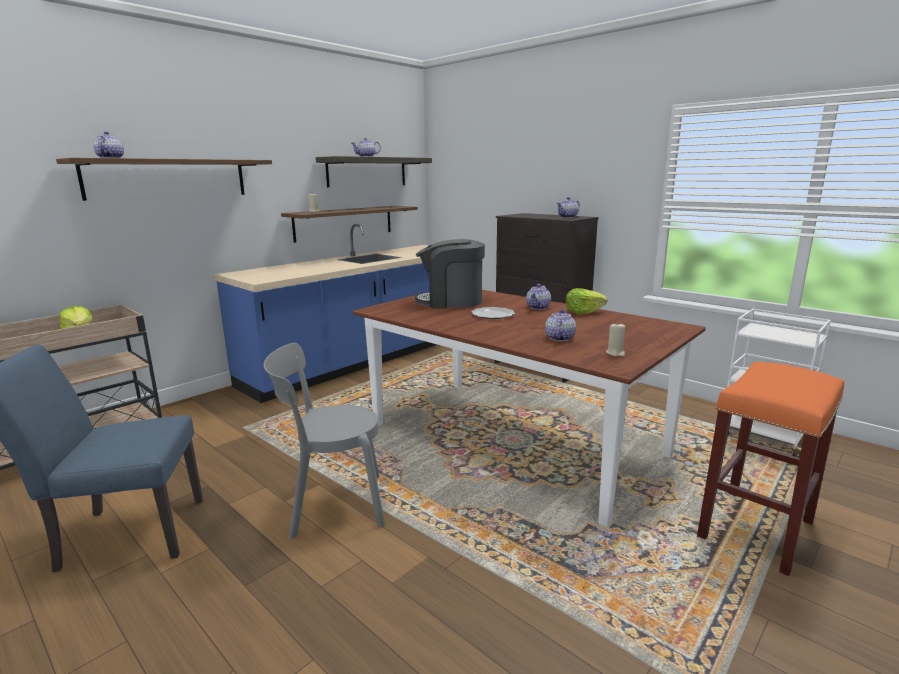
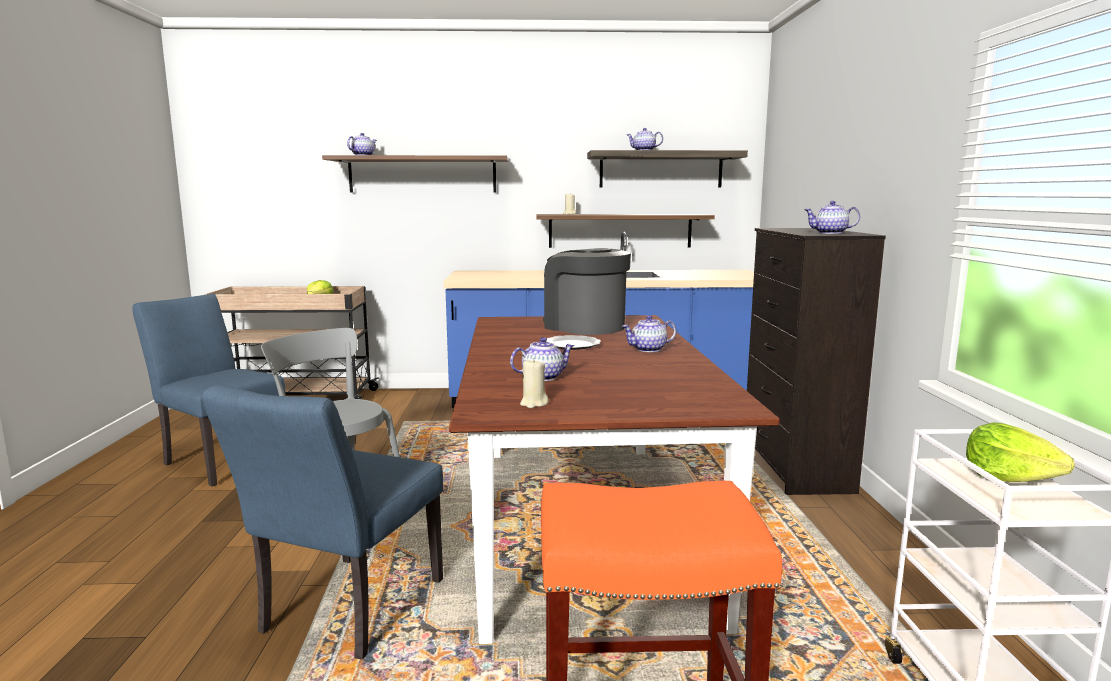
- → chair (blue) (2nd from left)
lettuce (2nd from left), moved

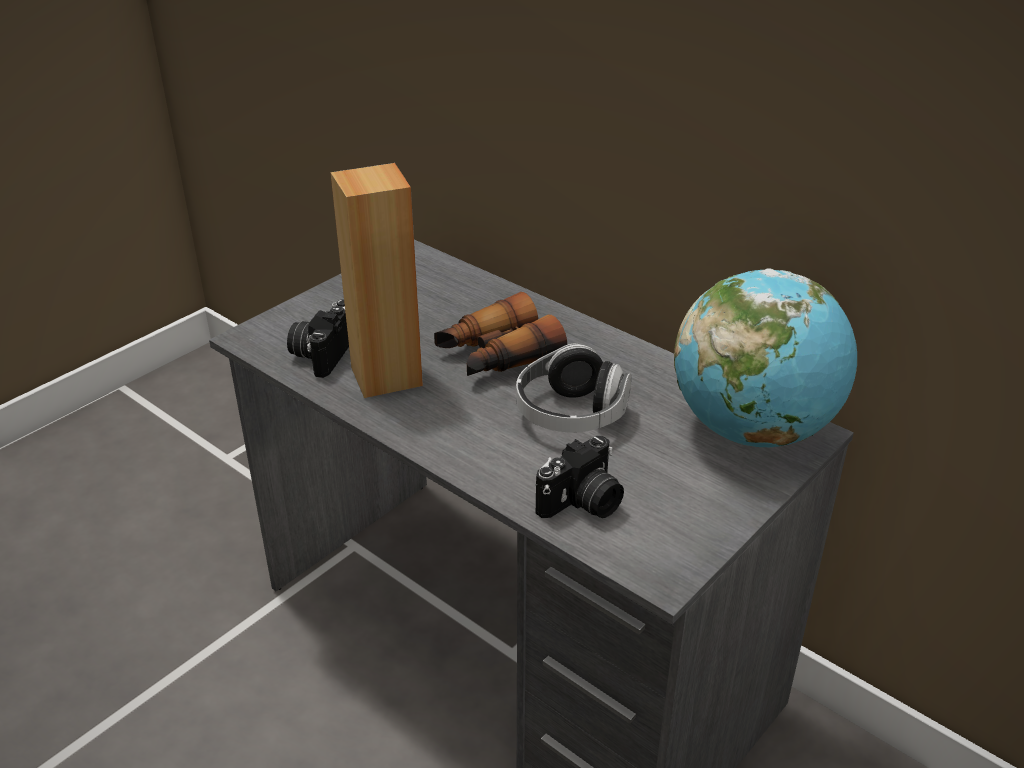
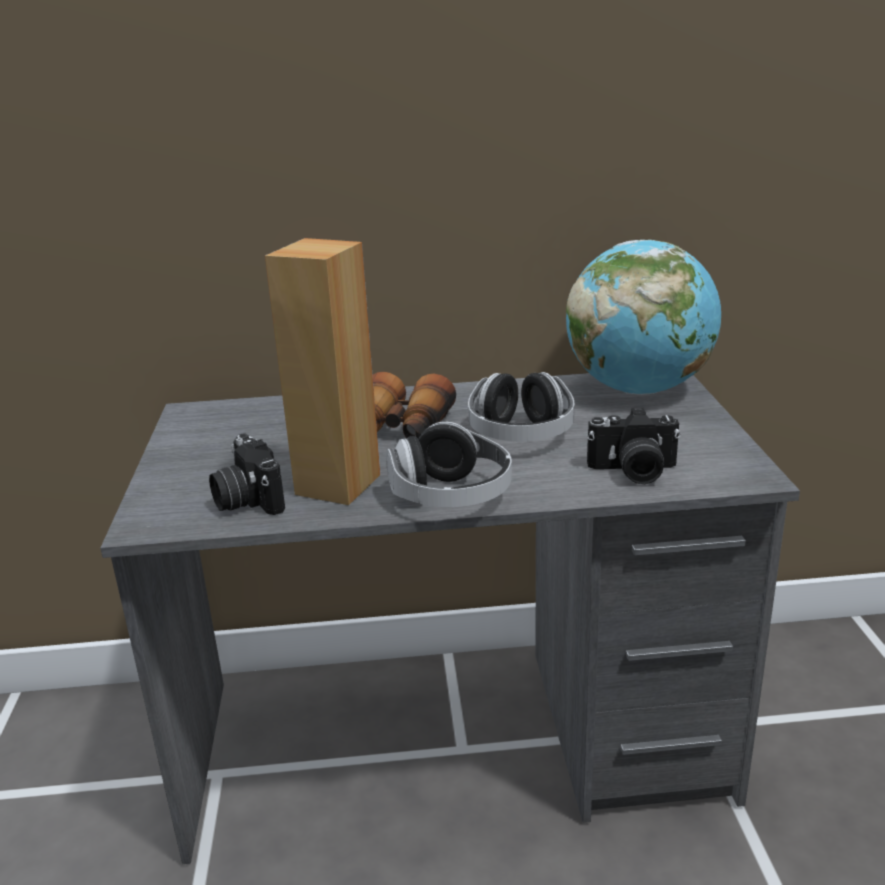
- → headphones (1st from left)
photo camera (2nd from left), 90 degrees clockwise

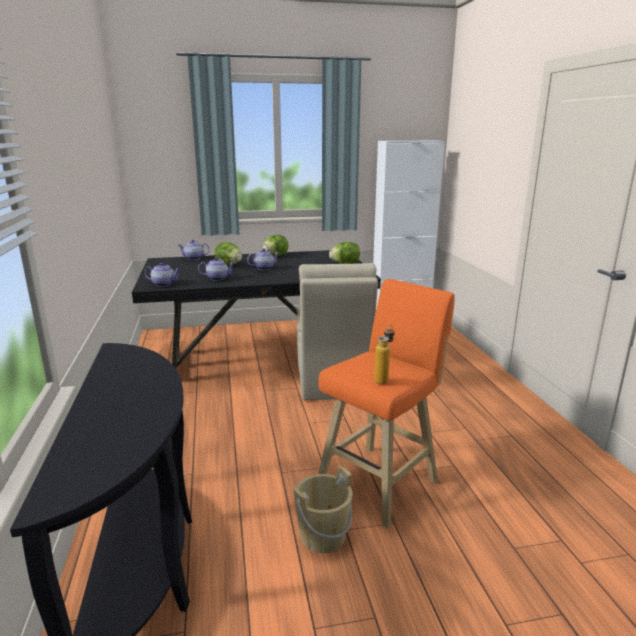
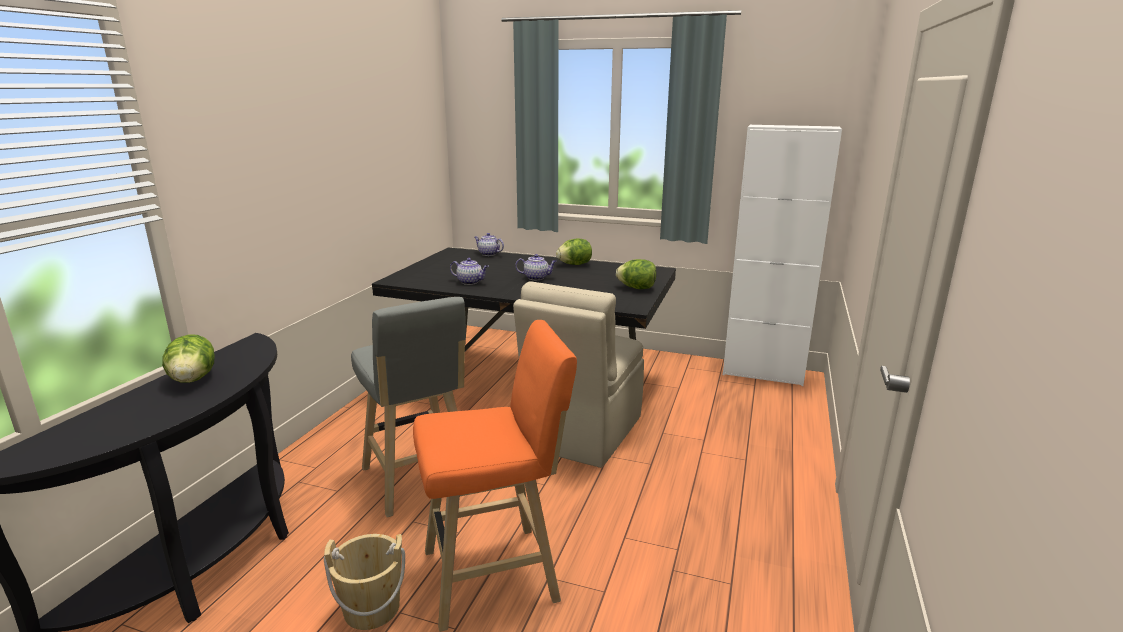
teapot (1st from left) → -
bottle → -
- → stool (grey)
lettuce (1st from left), moved

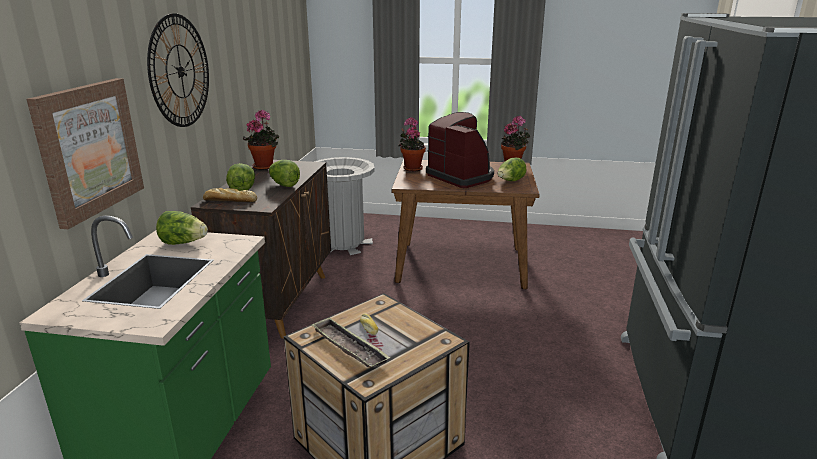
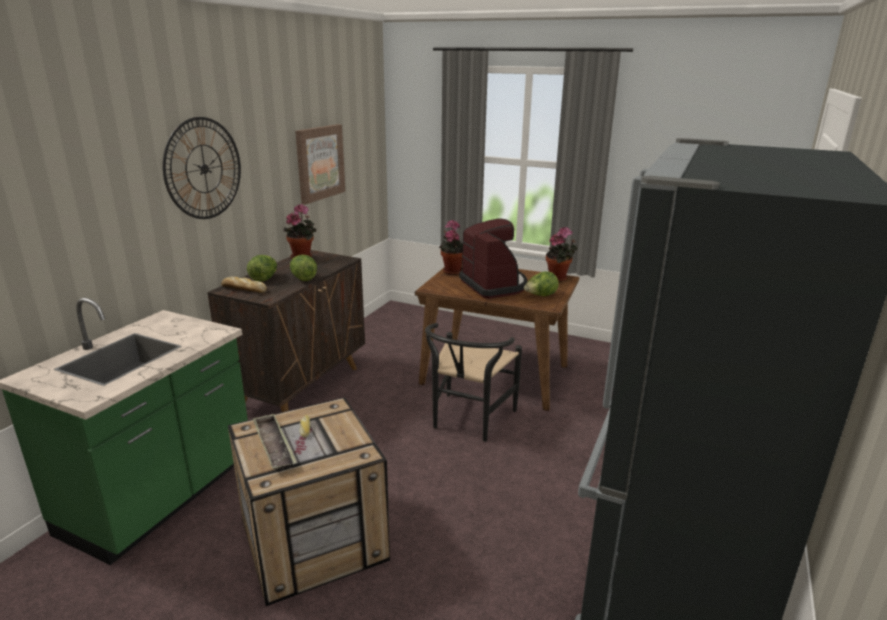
lettuce (1st from left) → -
trash can (grey) → -
- → chair (black)
picture, moved

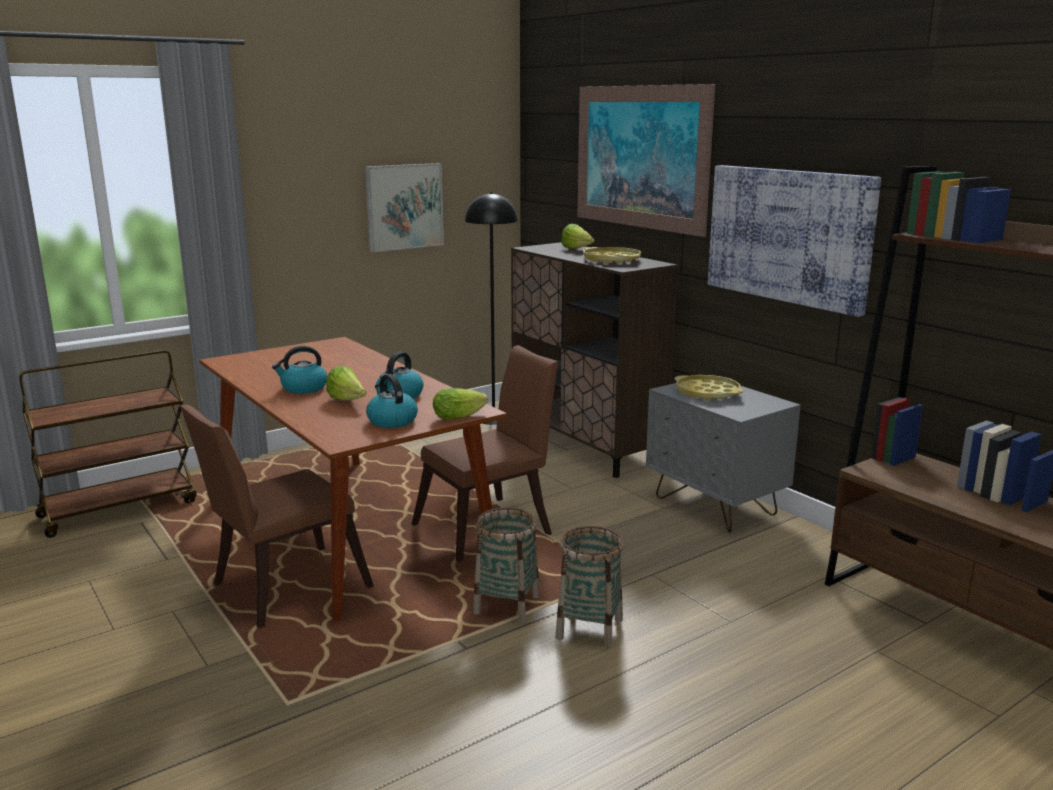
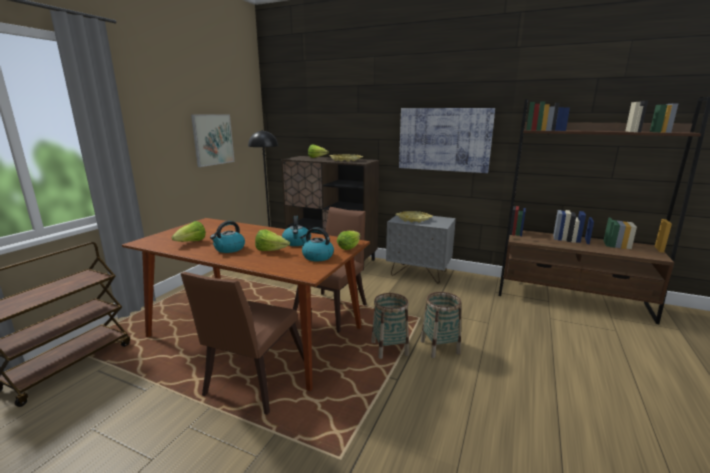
picture (2nd from left) → -
- → lettuce (1st from left)

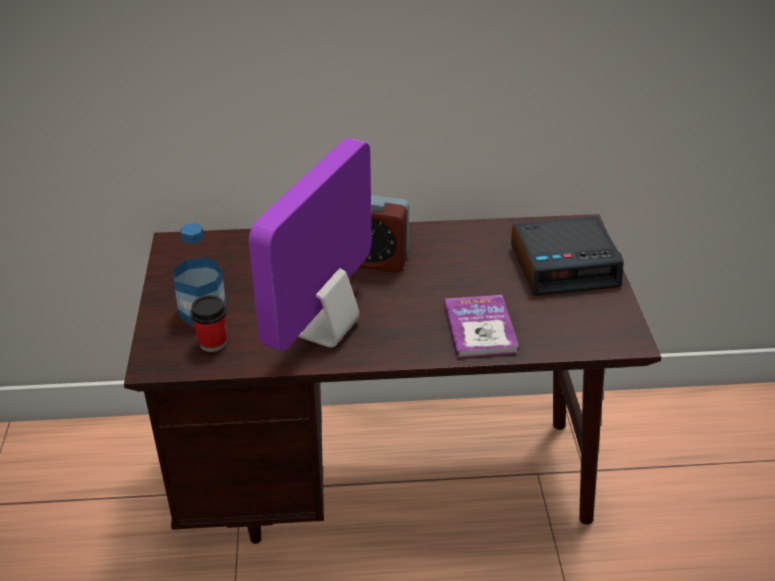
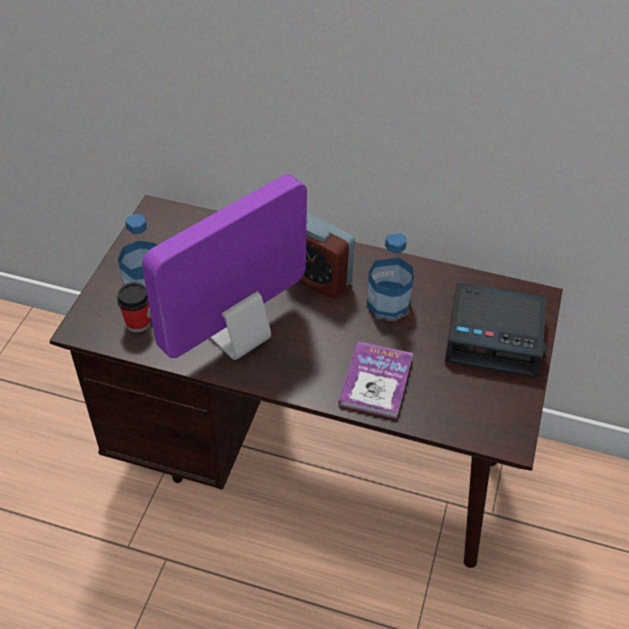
- → bottle (2nd from left)

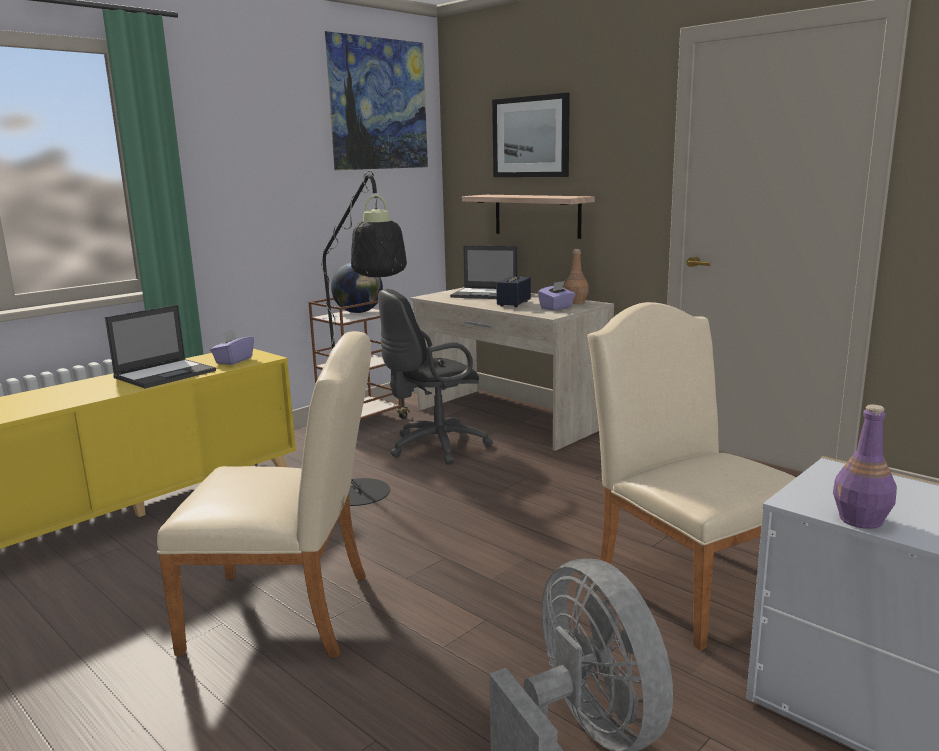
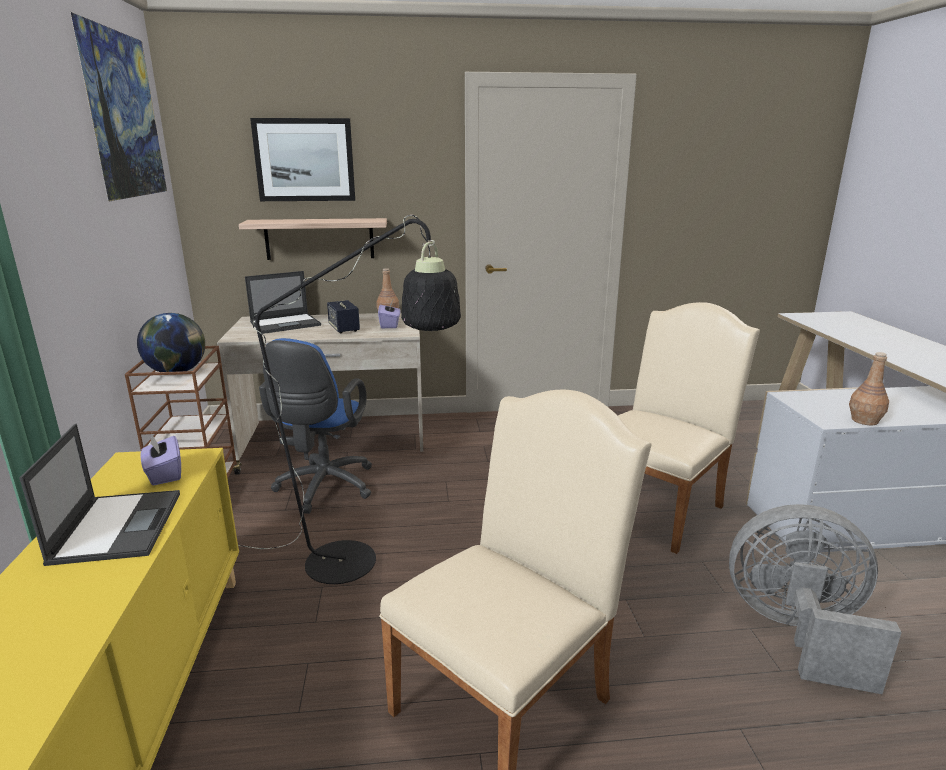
office chair (black) → office chair (blue)
bottle (purple) → bottle (brown) (2nd from left)
chair (beige) (2nd from left), 120 degrees clockwise

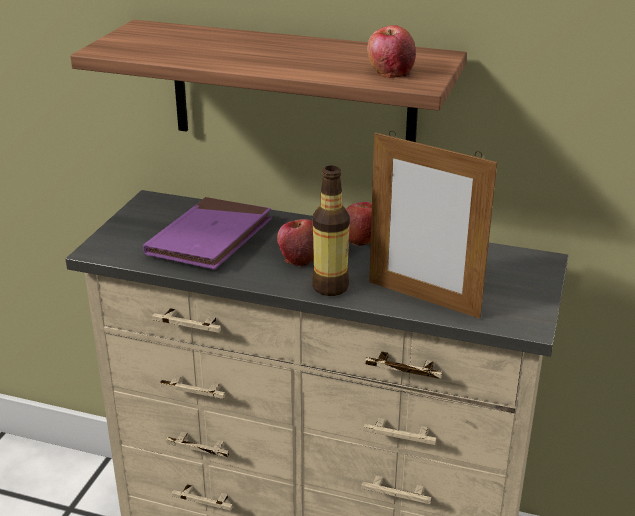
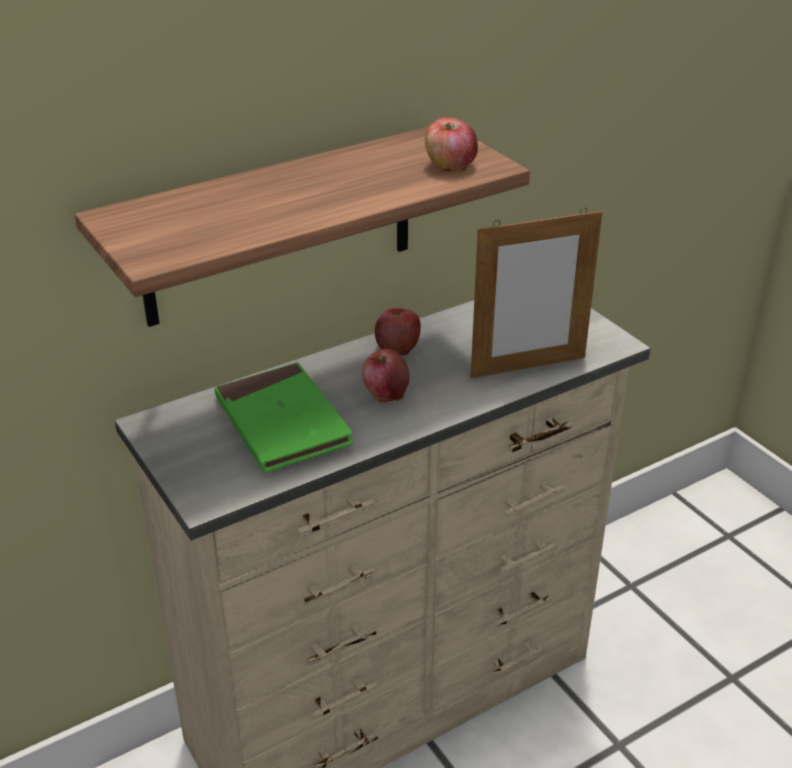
bottle → -
book (purple) → book (green)

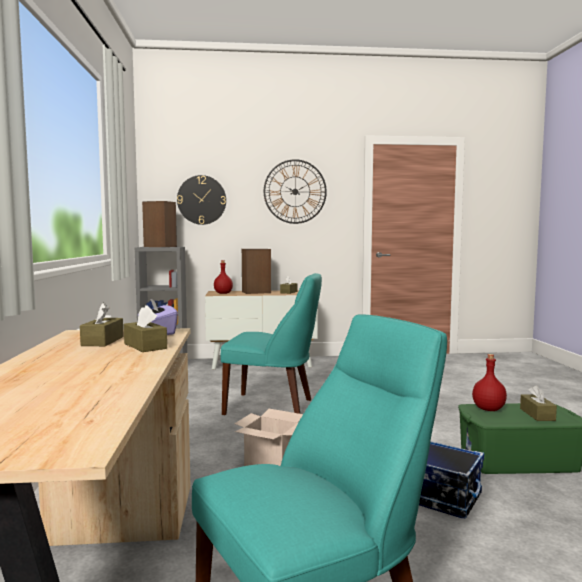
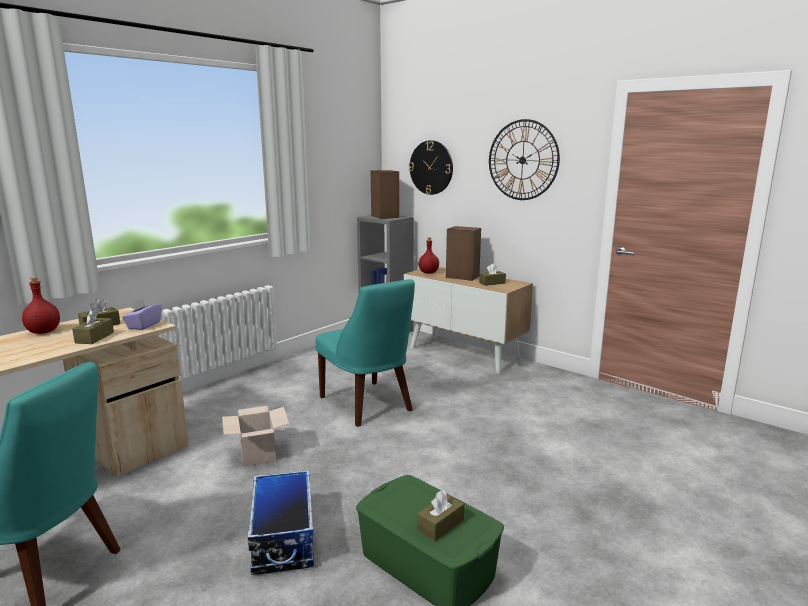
bottle (red) (2nd from left in the first image) → bottle (red) (1st from left), moved

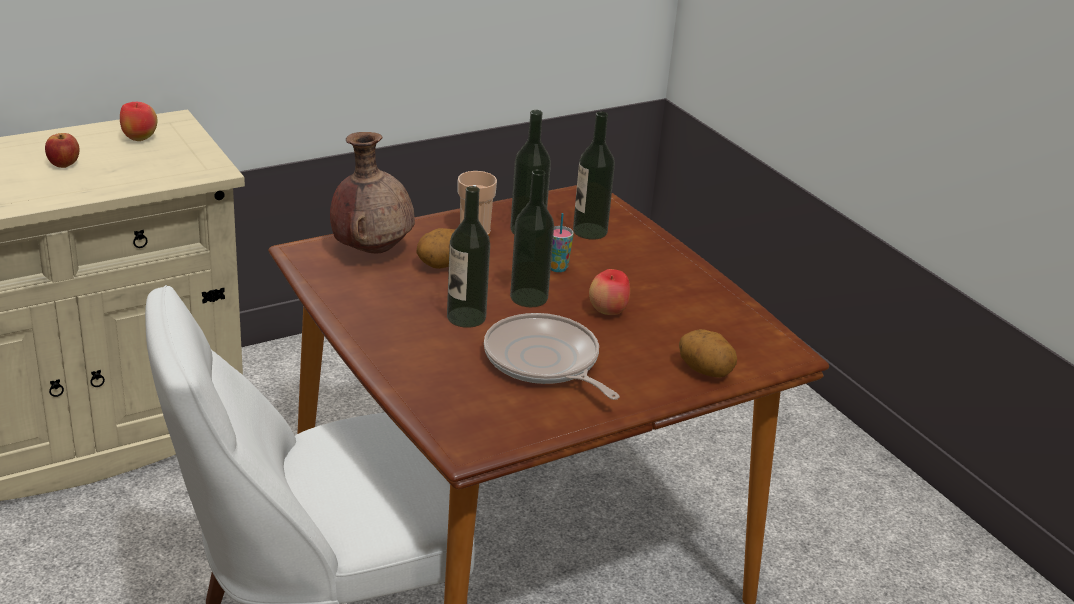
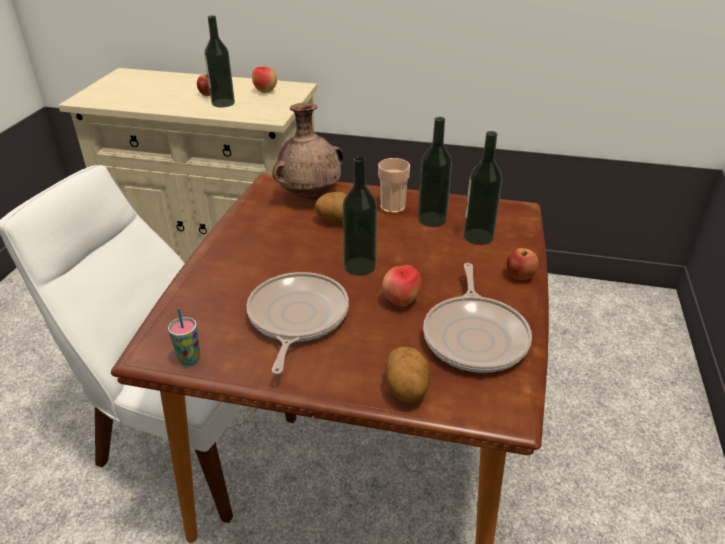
- → frying pan (2nd from left)
- → apple (4th from left)
bottle (1st from left), moved
cup (2nd from left in the first image) → cup (1st from left), moved

